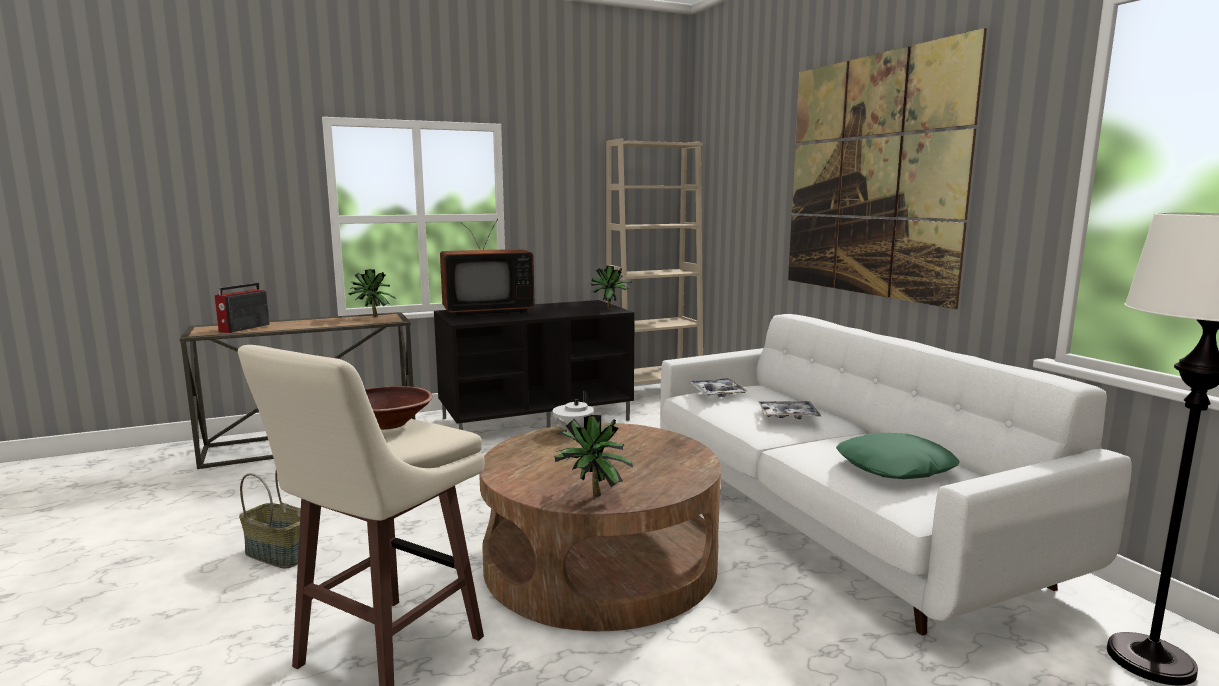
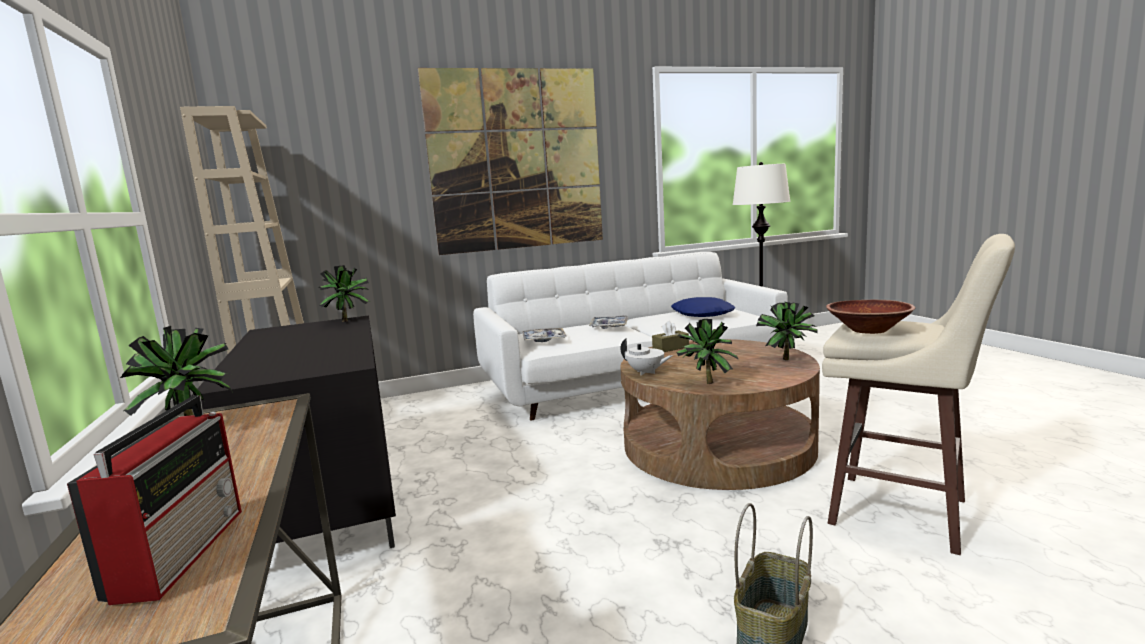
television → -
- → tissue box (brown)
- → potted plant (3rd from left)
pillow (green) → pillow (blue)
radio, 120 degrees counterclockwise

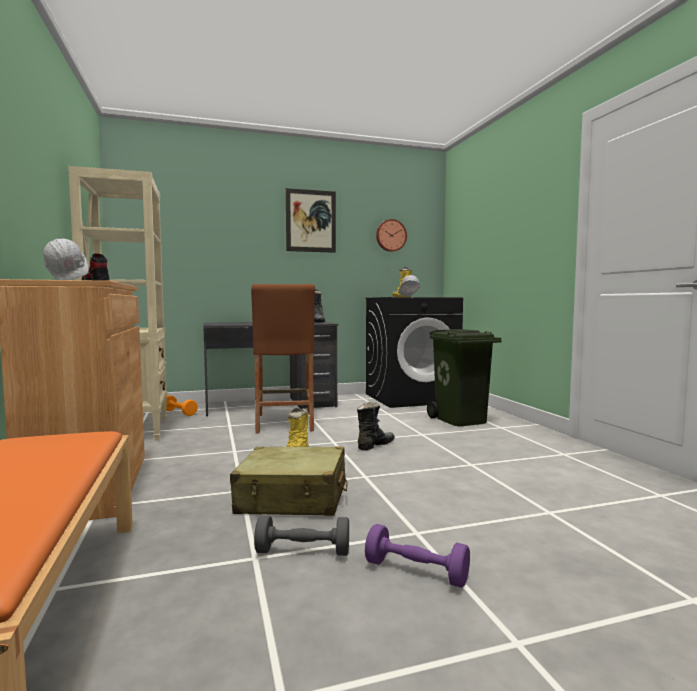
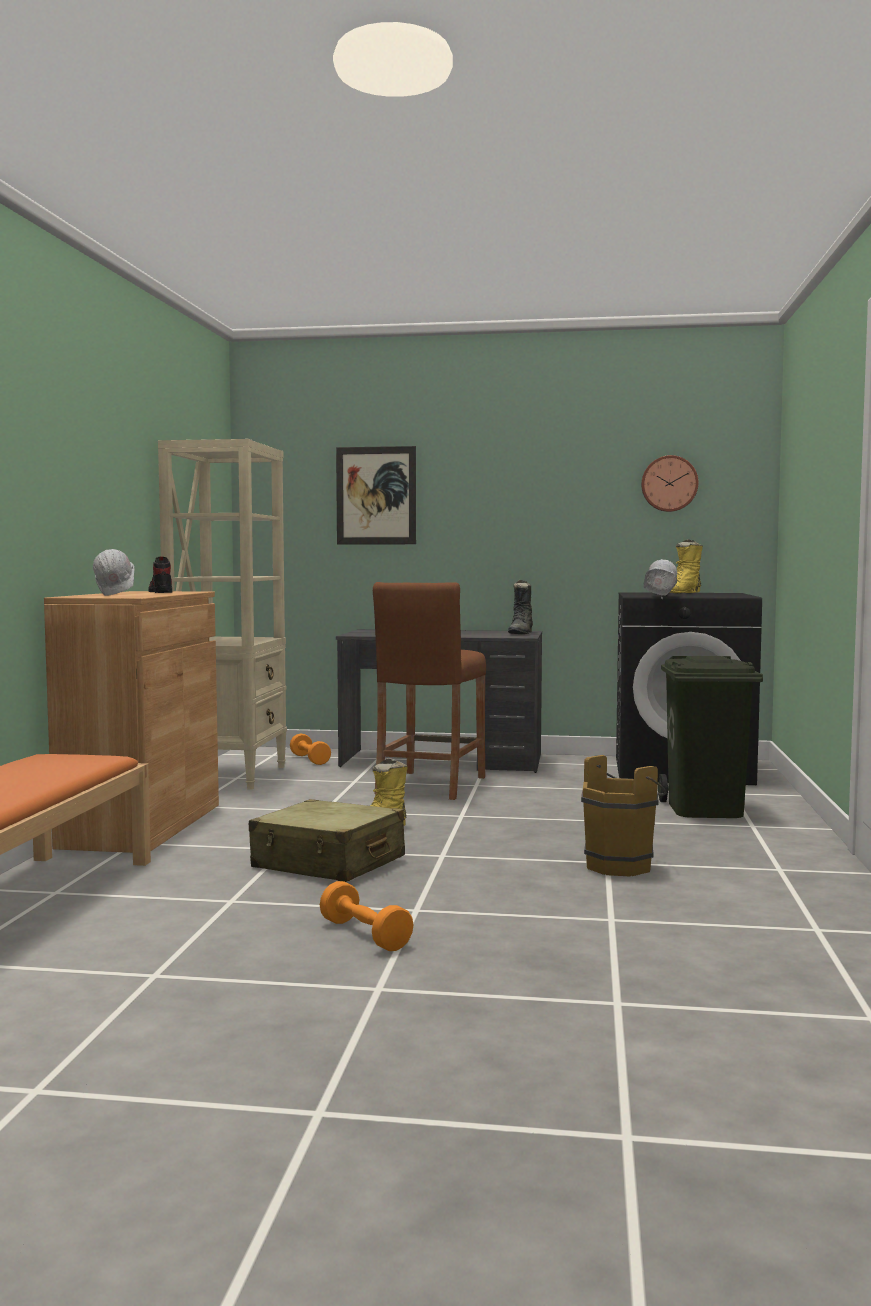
dumbbell (grey) → -
boot (black) (2nd from left) → -
- → bucket (brown)
picture, moved
dumbbell (purple) → dumbbell (orange) (2nd from left)

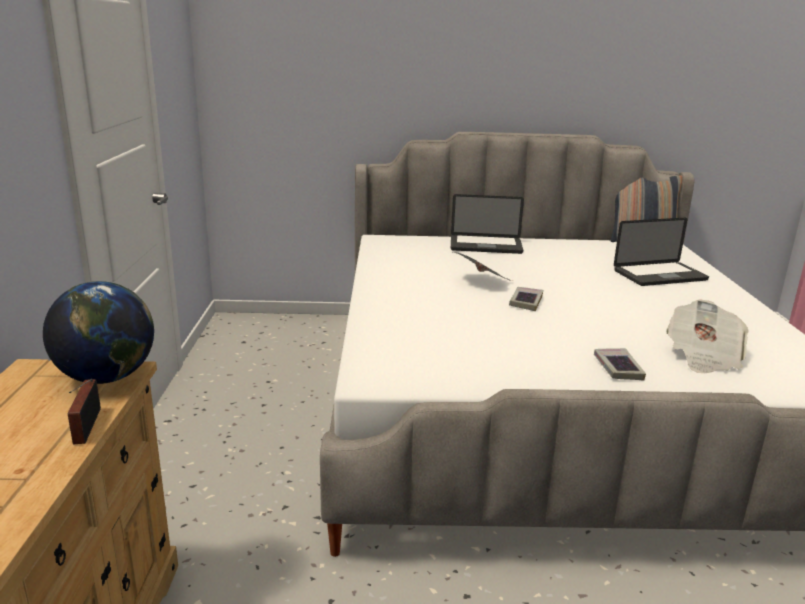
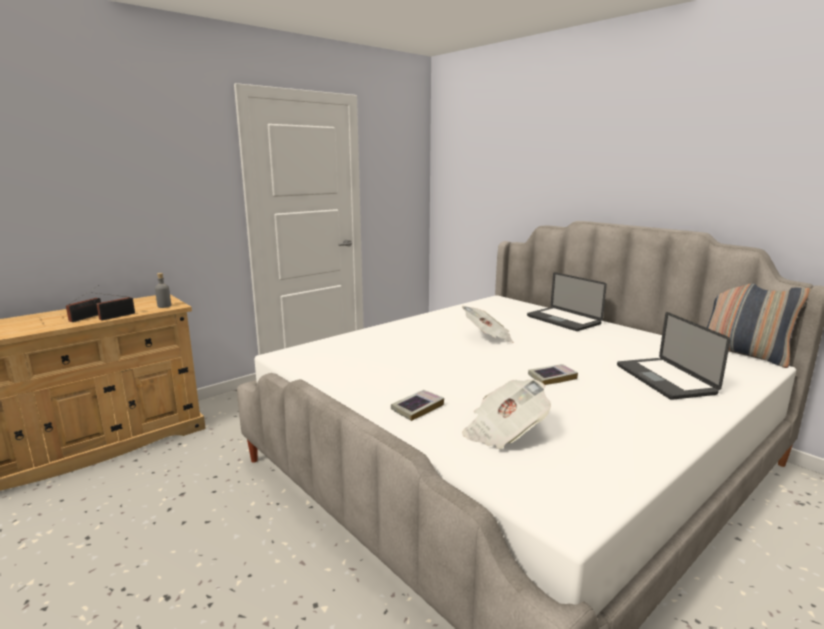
- → radio (1st from left)
book (1st from left in the first image) → book (2nd from left), moved
globe → bottle (grey)
laptop (2nd from left), 45 degrees clockwise

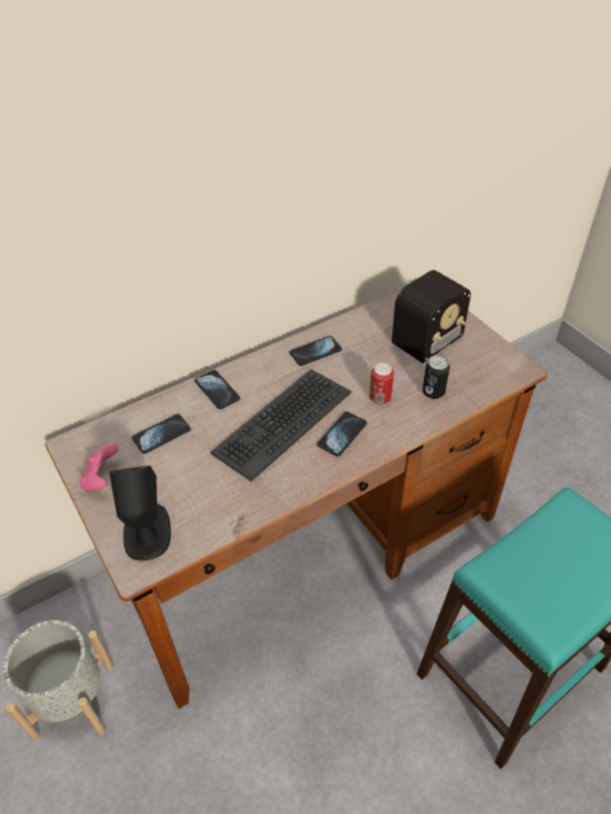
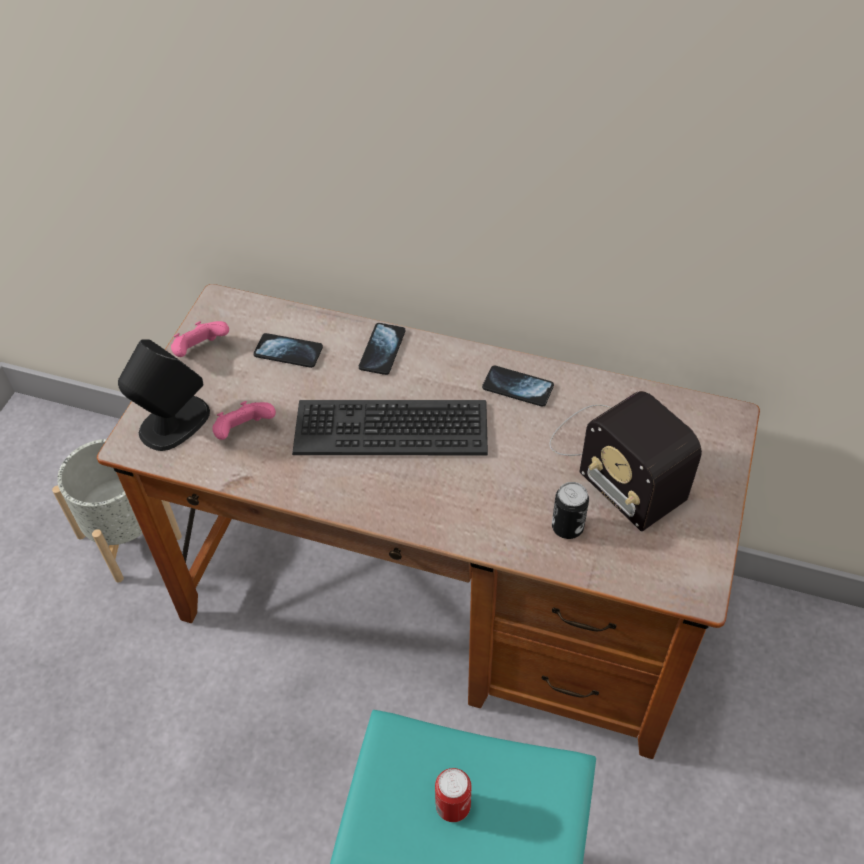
phone (4th from left) → -
- → game controller (pink) (2nd from left)
can (1st from left), moved
radio, 45 degrees clockwise

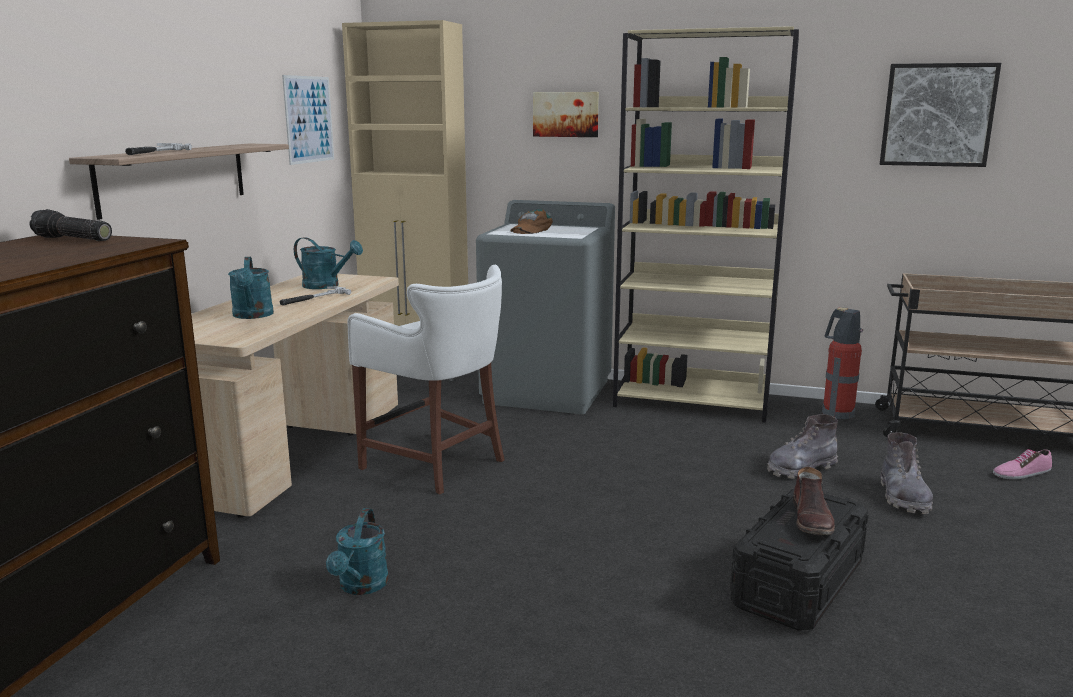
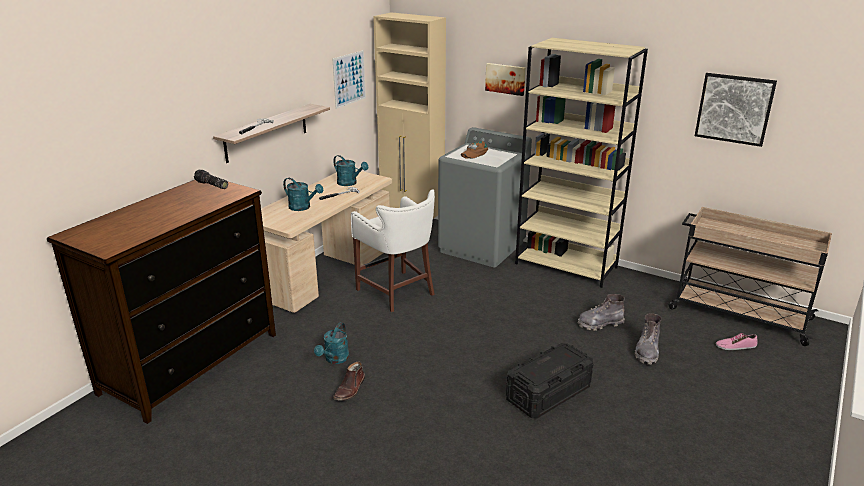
fire extinguisher → -
boot (brown), moved
watering can (turquoise) (1st from left), 60 degrees counterclockwise

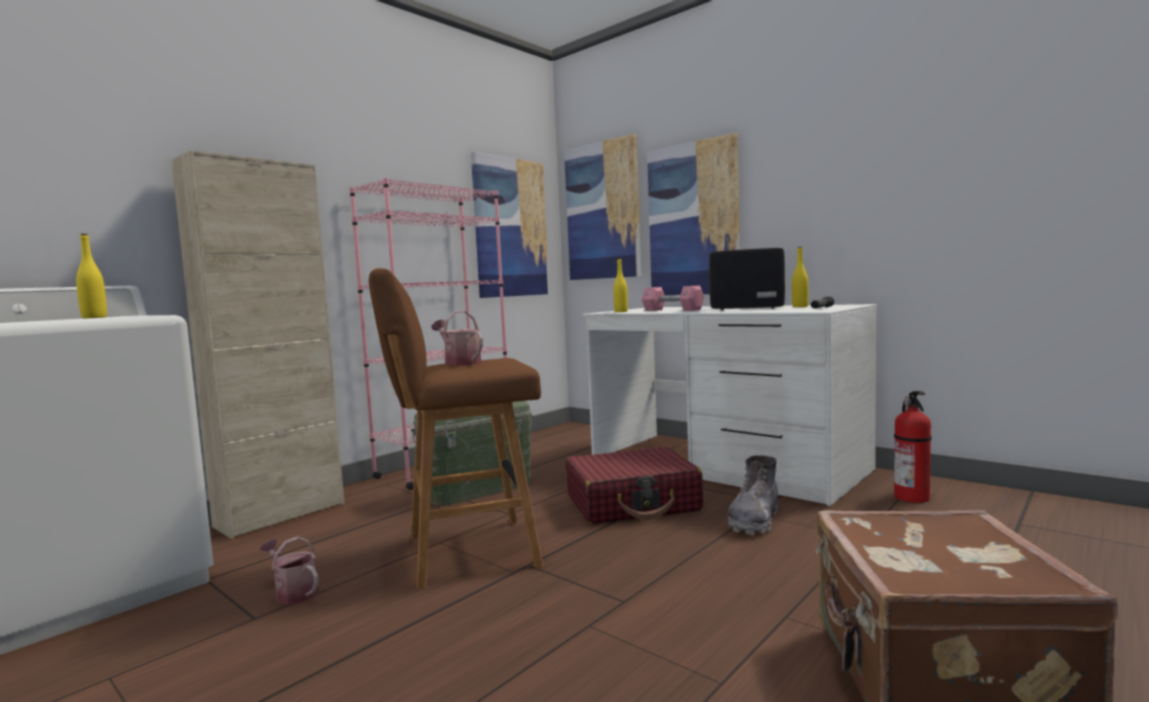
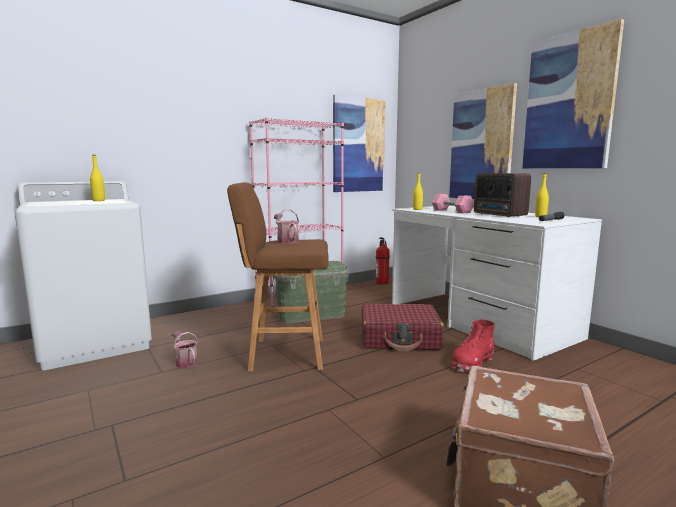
cabinet (beige) → -
picture (2nd from left in the first image) → picture (3rd from left), moved
fire extinguisher, moved
boot (grey) → boot (red)
radio, 150 degrees counterclockwise

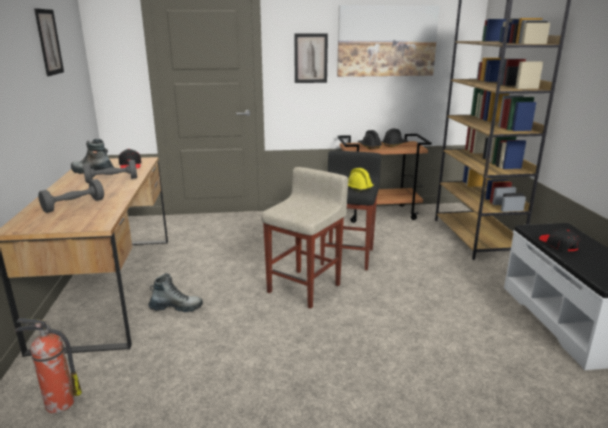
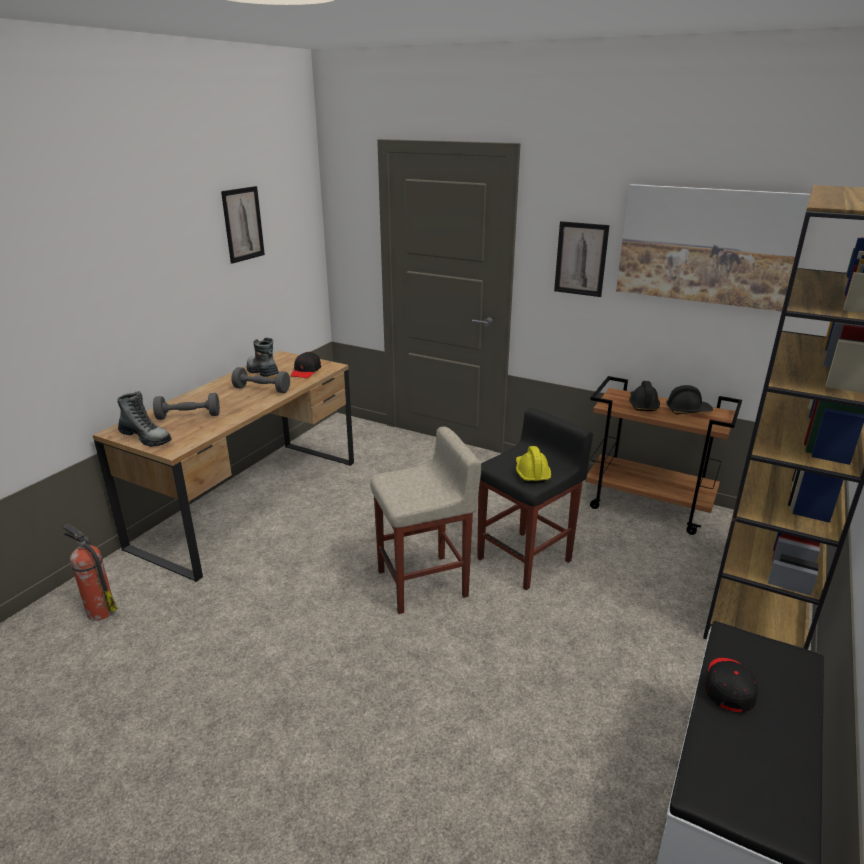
boot (2nd from left in the first image) → boot (1st from left), moved

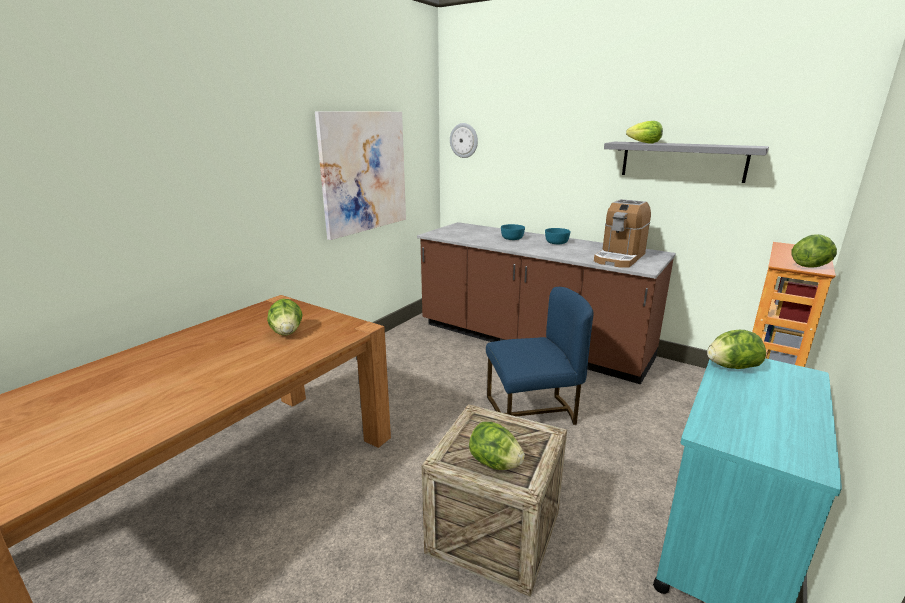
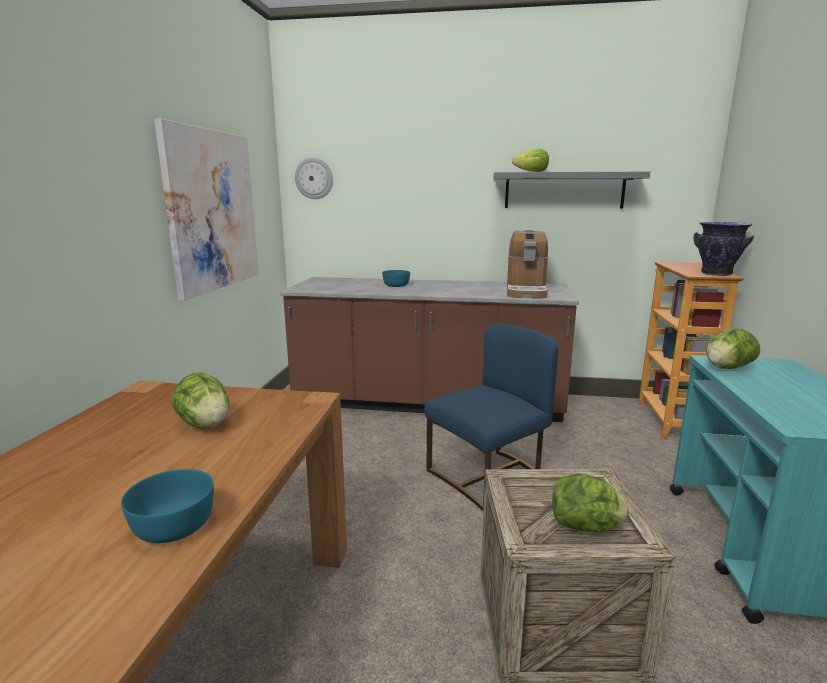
bowl (turquoise) (2nd from left in the first image) → bowl (turquoise) (1st from left), moved
lettuce (5th from left) → vase

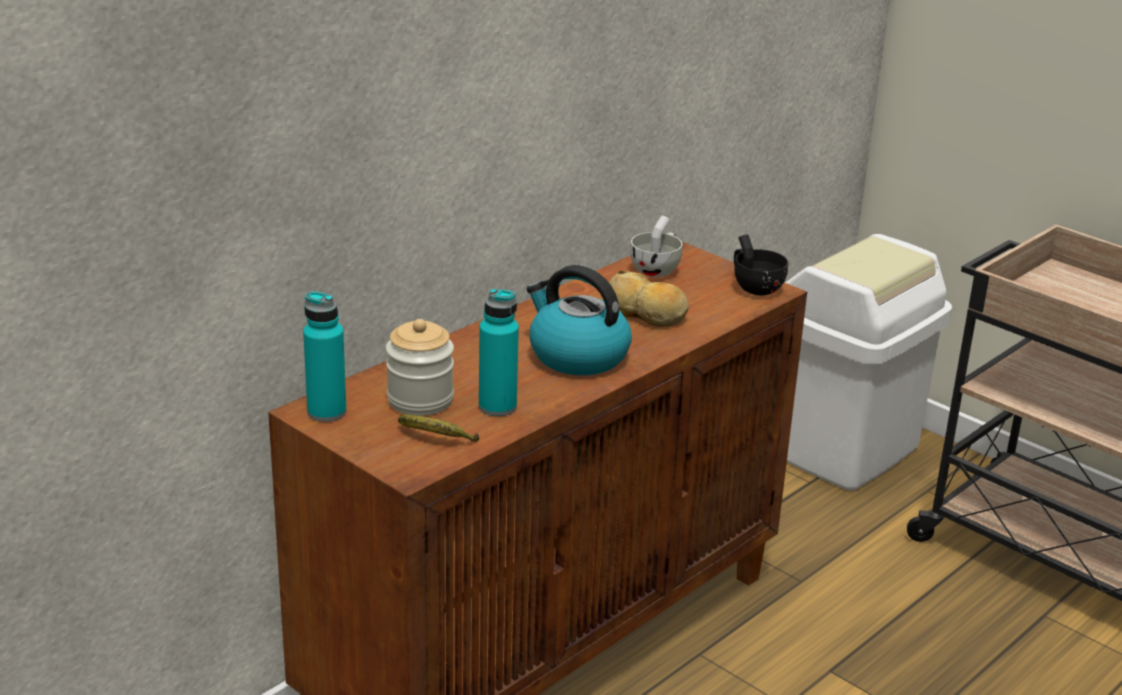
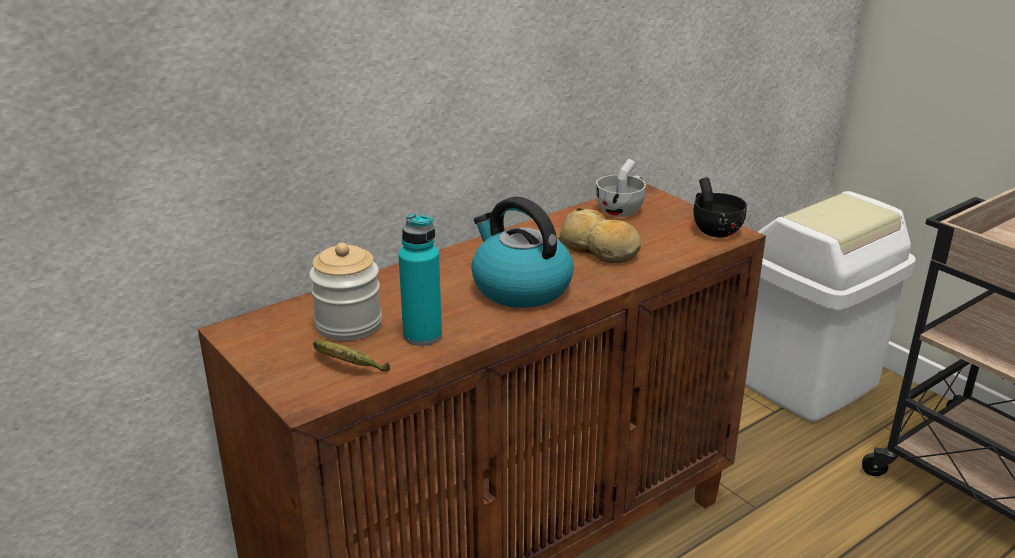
bottle (turquoise) (1st from left) → -

